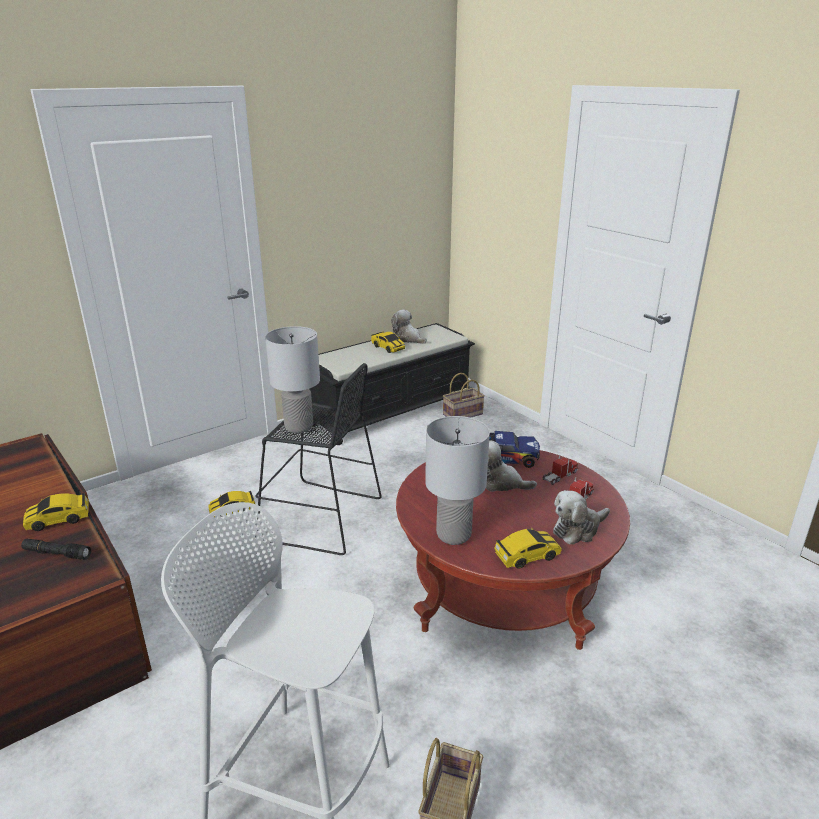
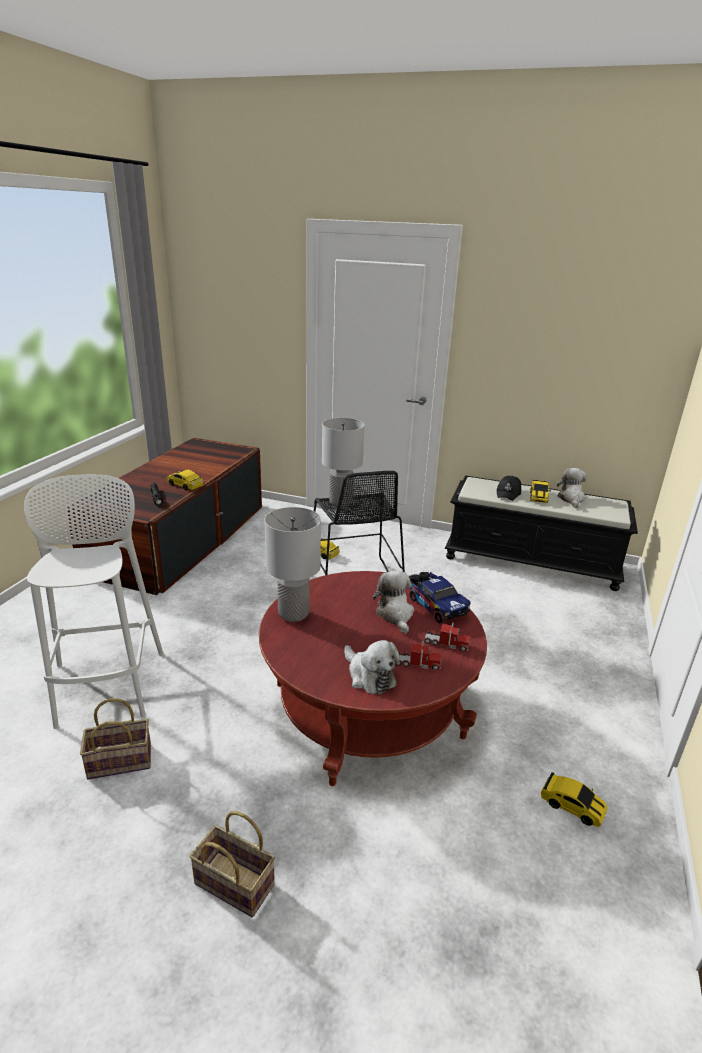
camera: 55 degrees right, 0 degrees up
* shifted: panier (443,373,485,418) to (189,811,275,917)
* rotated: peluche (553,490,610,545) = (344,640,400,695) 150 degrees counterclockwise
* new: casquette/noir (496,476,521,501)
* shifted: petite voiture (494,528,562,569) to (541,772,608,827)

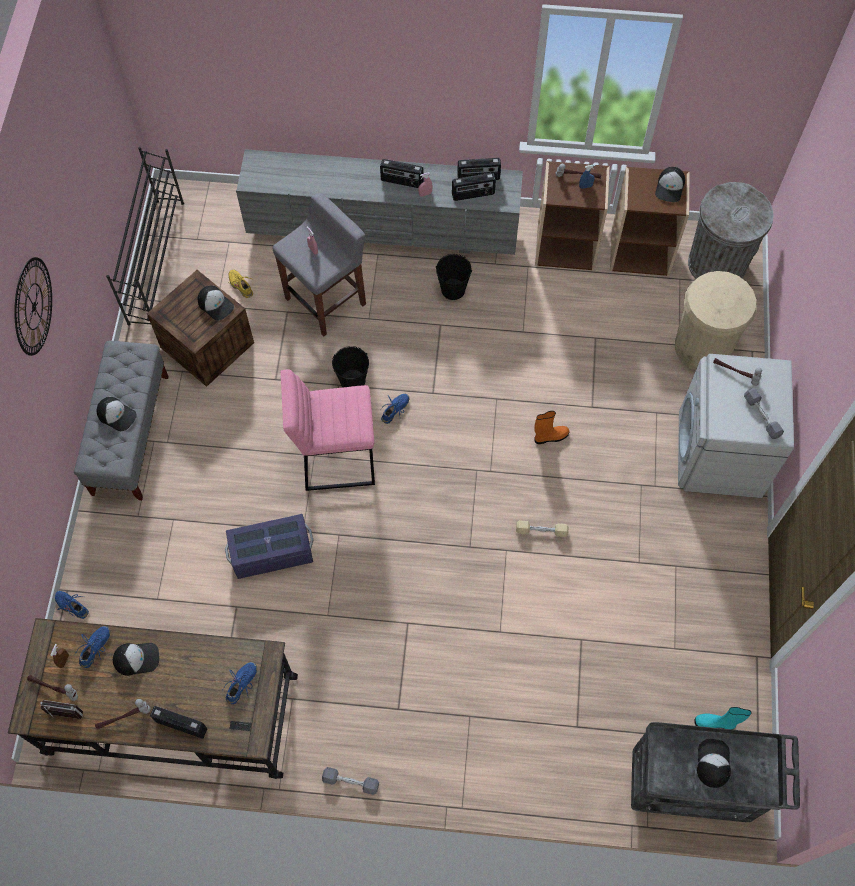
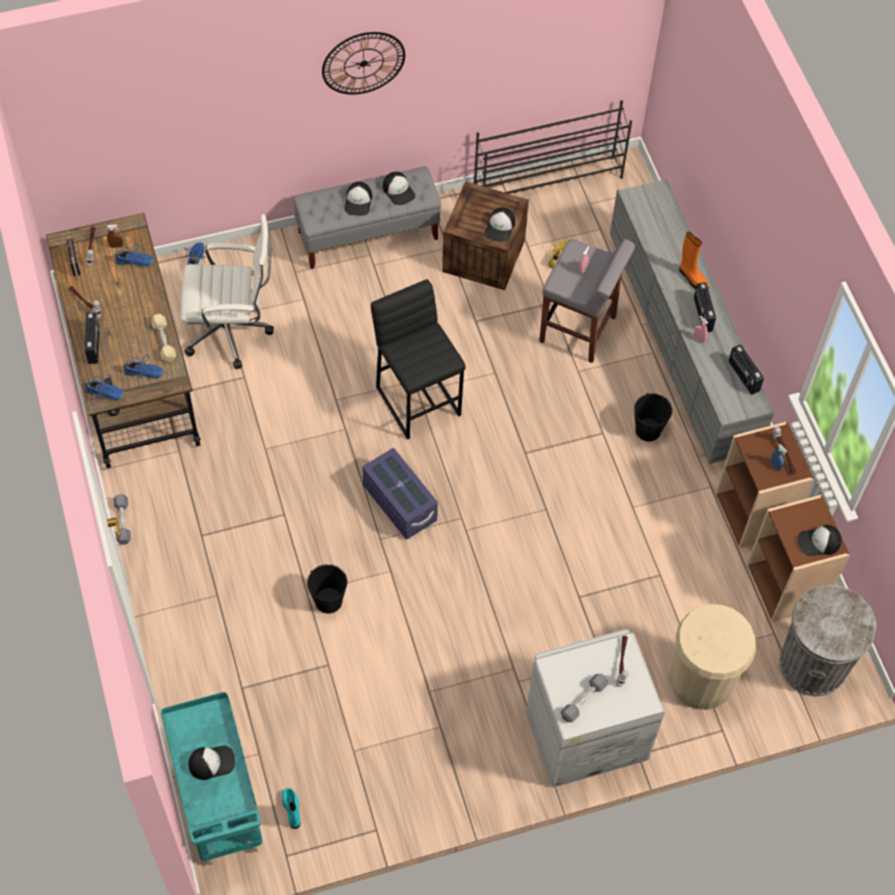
camera: 65 degrees right, 5 degrees down
* shifted: chaussure/bleu (380,394,410,424) to (85,375,125,401)
* shifted: haltère/beige (516,521,569,537) to (151,314,176,362)
* repainted: chariot/noir (631,722,800,822) to chariot/turquoise (161,692,263,865)
* new: chaise de bureau/blanc (181,214,274,369)
* shifted: seau/noir (332,346,369,388) to (307,564,348,613)
* shifted: boîte de rangement/violet (225,514,314,579) to (362,448,438,540)
* repainted: tabouret/rose (281,369,375,491) to tabouret/noir (371,279,466,439)
* shifted: casquette (113,643,159,676) to (383,172,415,205)
* shifted: botte/orange (534,411,570,444) to (679,232,709,289)
* gone: radio (452,173,496,201)

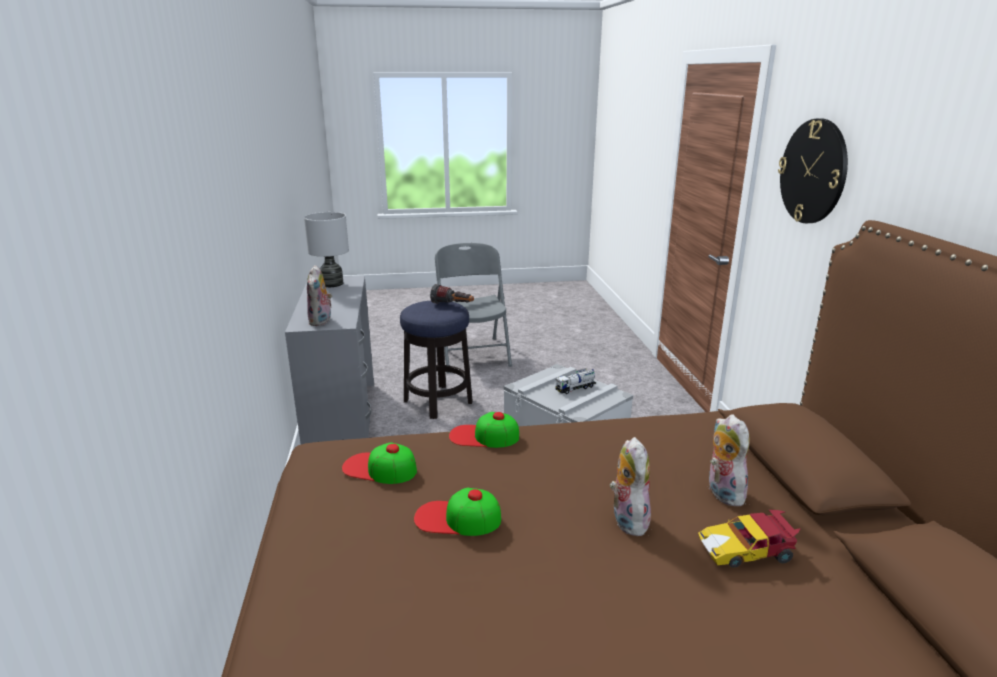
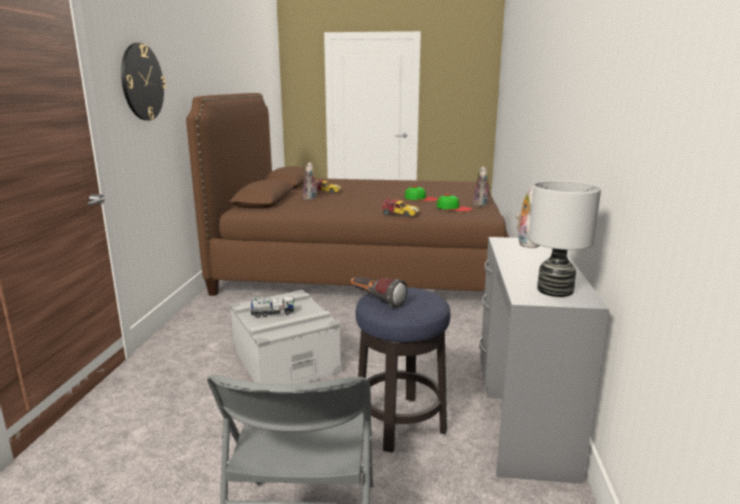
camera: 165 degrees left, 5 degrees down
* swapped: casquette (449,412,519,448) to petite voiture (382,199,420,217)
* shifted: peluche (610,437,651,536) to (473,166,492,207)

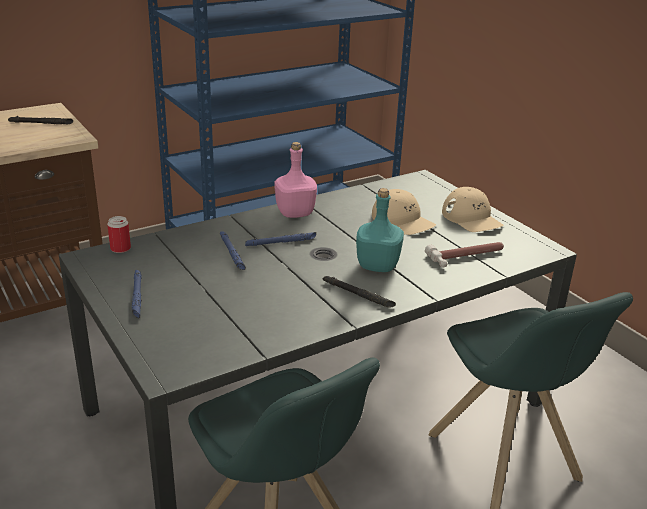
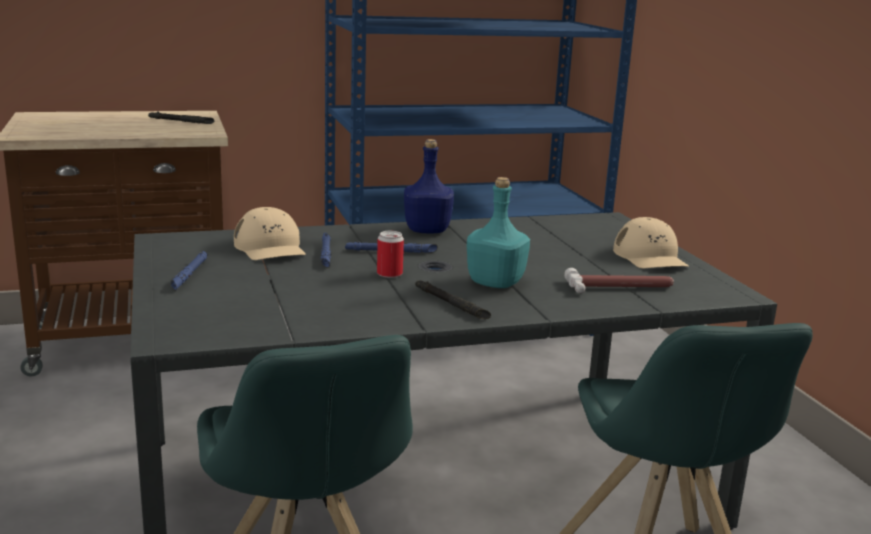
camera: 15 degrees right, 10 degrees down
* shifted: casquette/beige (372,189,436,235) to (234,207,306,260)
* shifted: boîte métallique (107,216,131,253) to (377,231,404,278)
* repainted: bouteille/rose (274,142,317,218) to bouteille/bleu (404,139,454,233)

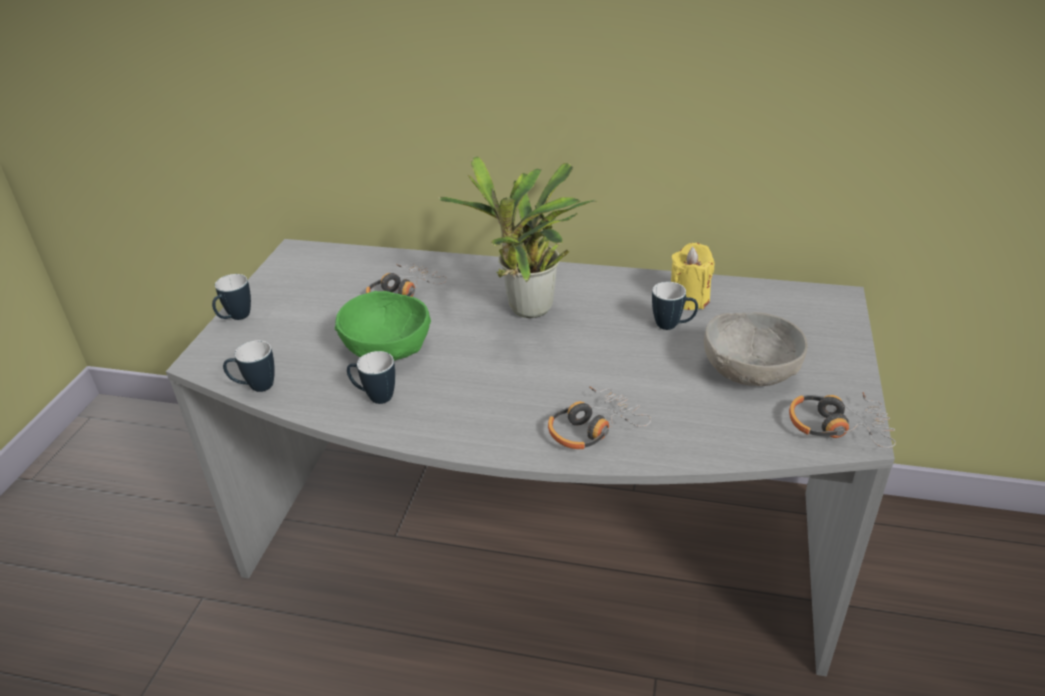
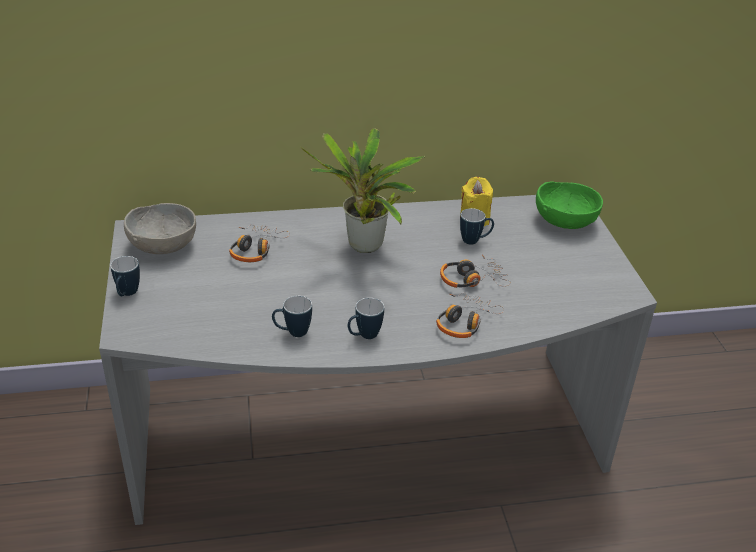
camera: 25 degrees left, 0 degrees up
* shifted: bol/gris (704,312,807,386) to (124,203,196,254)
* shifted: mug (223,340,275,392) to (348,298,384,339)
* shifted: casque audio (789,392,896,448) to (440,254,510,288)
* shifted: bol/vert (335,291,431,361) to (536,182,603,229)

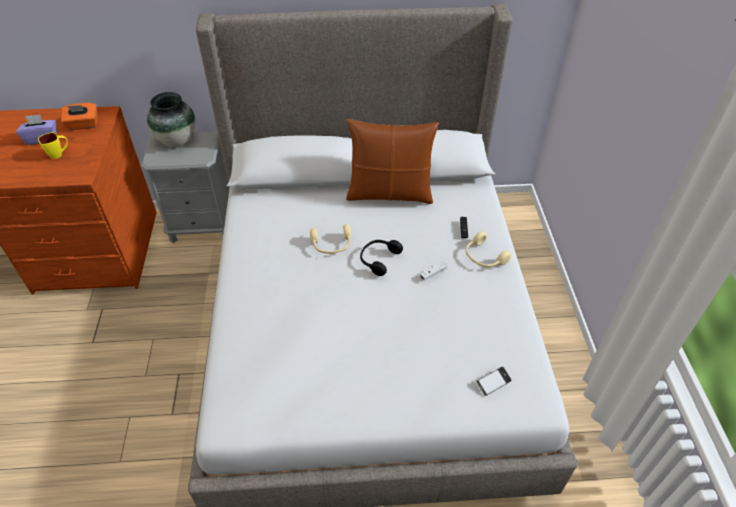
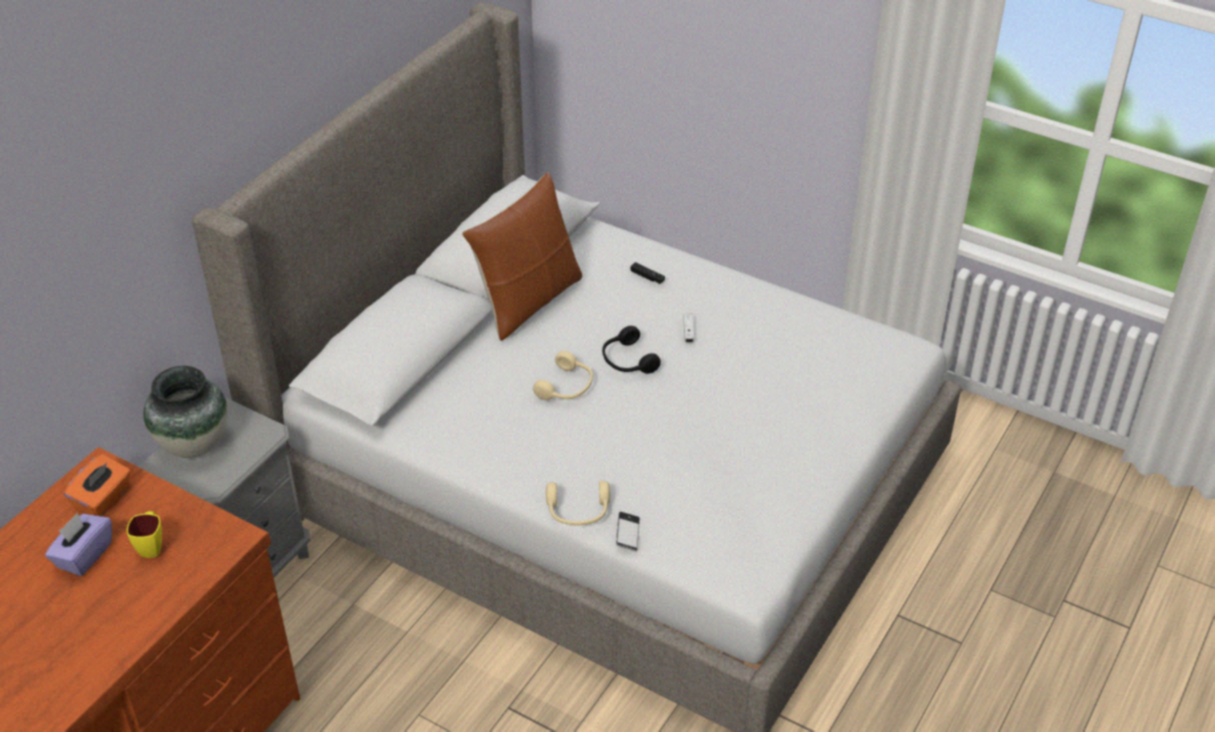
camera: 55 degrees left, 5 degrees down
* shifted: casque audio/beige (466,232,511,267) to (546,481,610,526)
* shifted: téléphone (477,367,512,396) to (616,512,640,551)

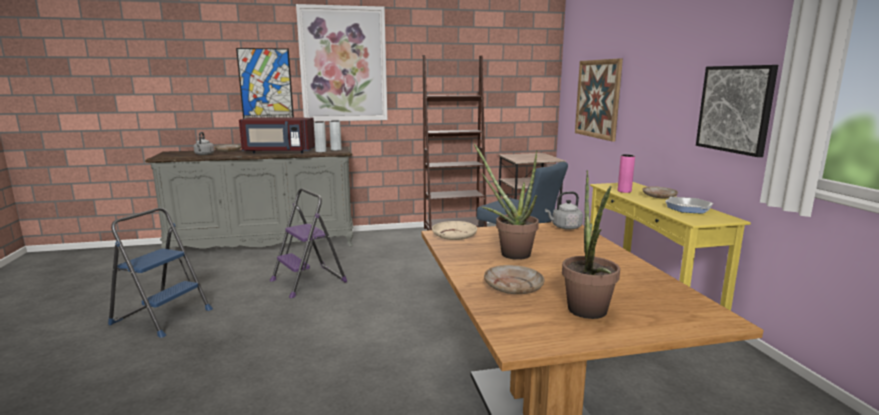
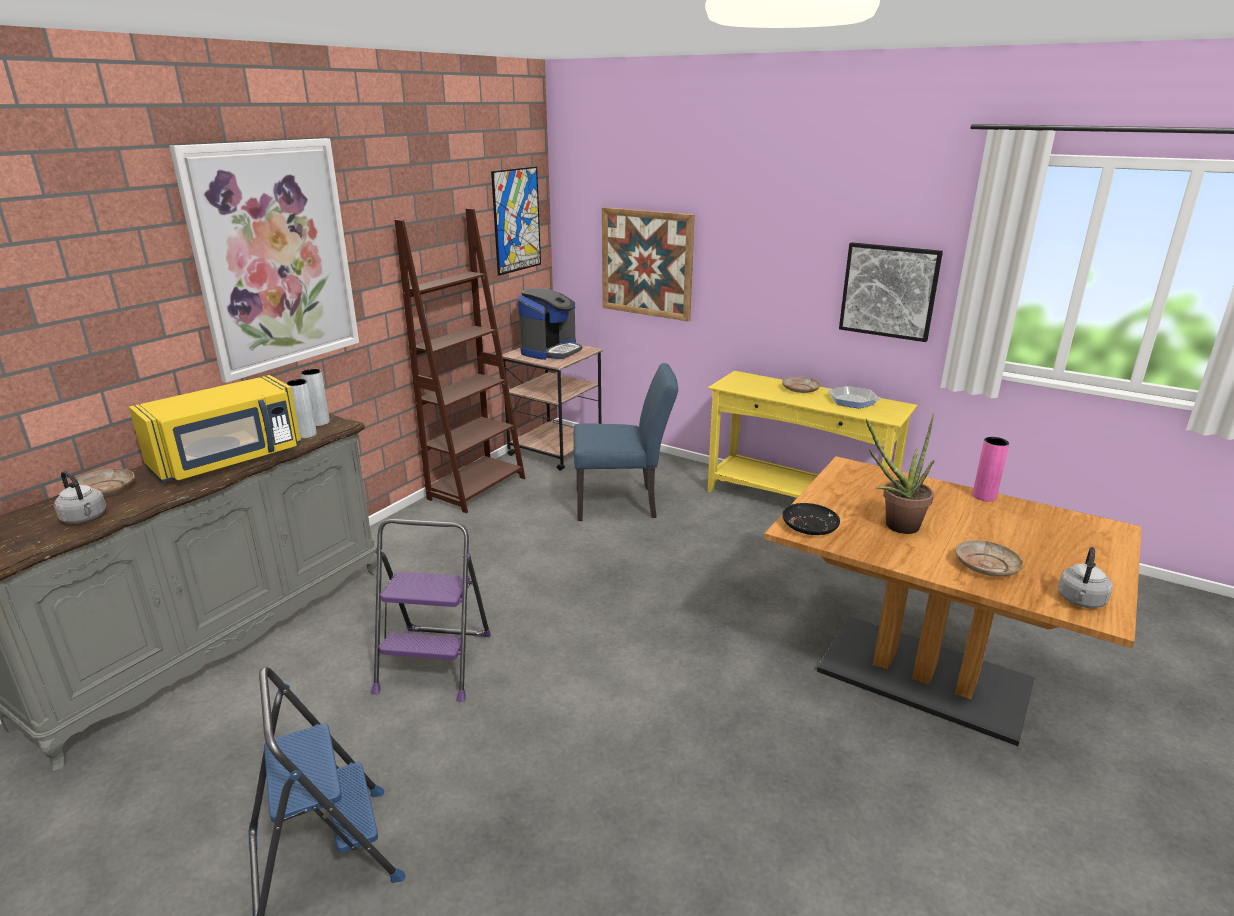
camera: 45 degrees left, 10 degrees up
* repainted: micro-ondes/rouge (239,117,315,153) to micro-ondes/jaune (129,375,301,482)
* shifted: tableau (236,48,294,119) to (491,167,541,276)
* new: machine à café (518,288,582,360)
* repainted: assiette/beige (432,221,477,240) to assiette/noir (783,503,840,535)
* shifted: vase/rose (617,154,635,193) to (973,437,1009,501)
* shifted: bouilloire/gris (545,191,583,230) to (1058,547,1113,608)
* gone: plante en pot (562,170,620,319)

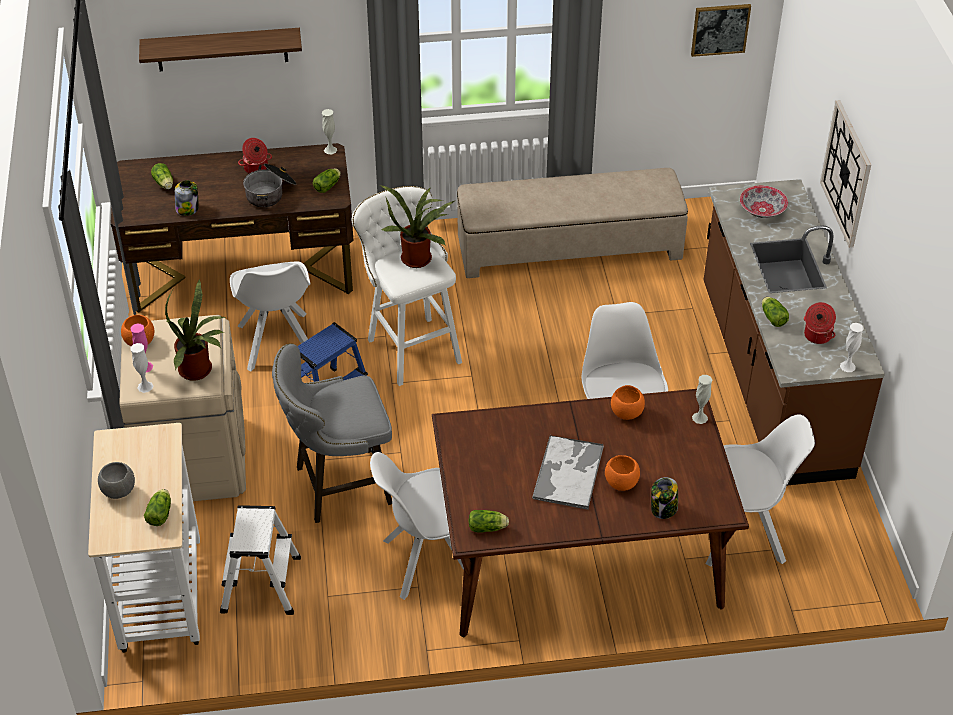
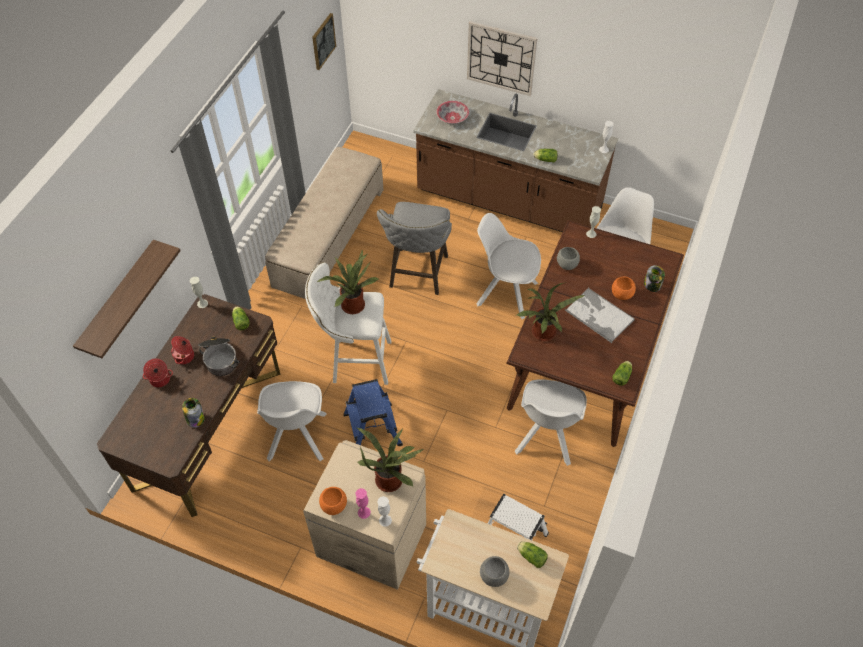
camera: 60 degrees left, 10 degrees up
* shifted: marmite (804,302,836,344) to (143,358,173,387)
* rotated: chaise/blanc (230,262,310,371) = (257,381,327,461) 75 degrees clockwise
* shifted: tabouret/gris (272,343,392,523) to (377,202,452,295)
* new: plante en pot (517,282,585,341)
* repainted: bol/orange (611,385,645,420) to bol/gris (557,247,580,270)
* gone: laitue (151,163,173,189)

